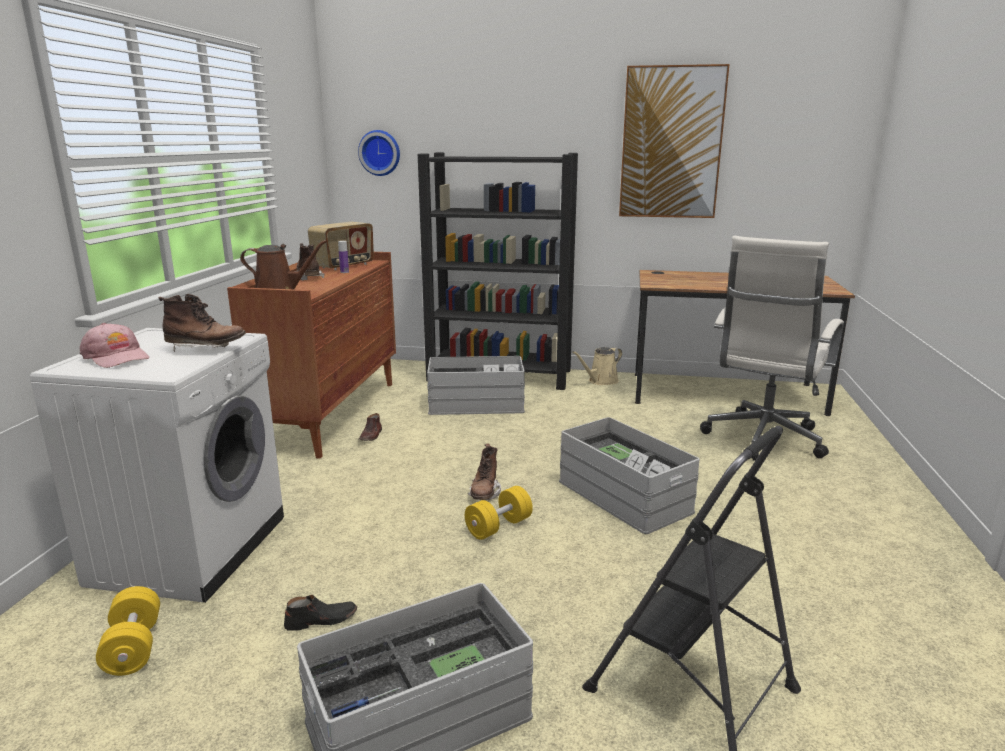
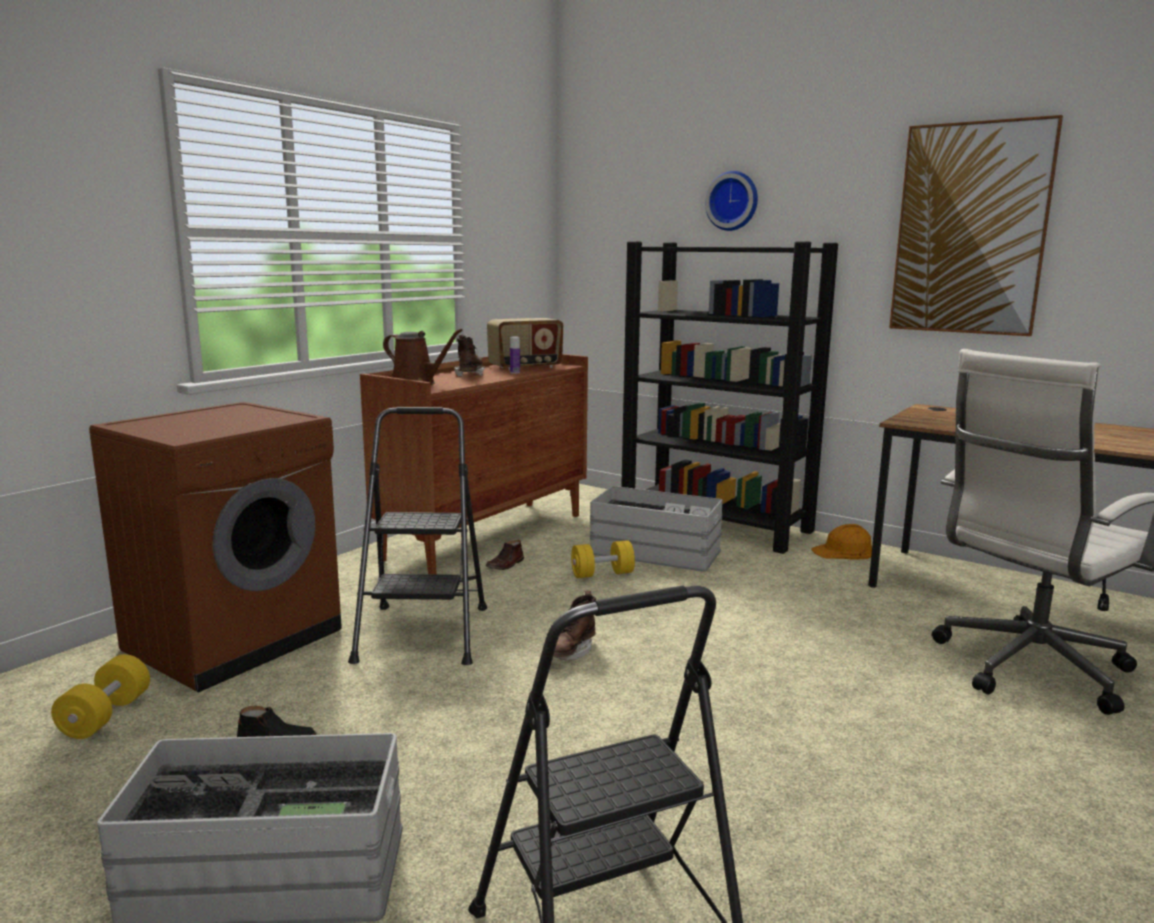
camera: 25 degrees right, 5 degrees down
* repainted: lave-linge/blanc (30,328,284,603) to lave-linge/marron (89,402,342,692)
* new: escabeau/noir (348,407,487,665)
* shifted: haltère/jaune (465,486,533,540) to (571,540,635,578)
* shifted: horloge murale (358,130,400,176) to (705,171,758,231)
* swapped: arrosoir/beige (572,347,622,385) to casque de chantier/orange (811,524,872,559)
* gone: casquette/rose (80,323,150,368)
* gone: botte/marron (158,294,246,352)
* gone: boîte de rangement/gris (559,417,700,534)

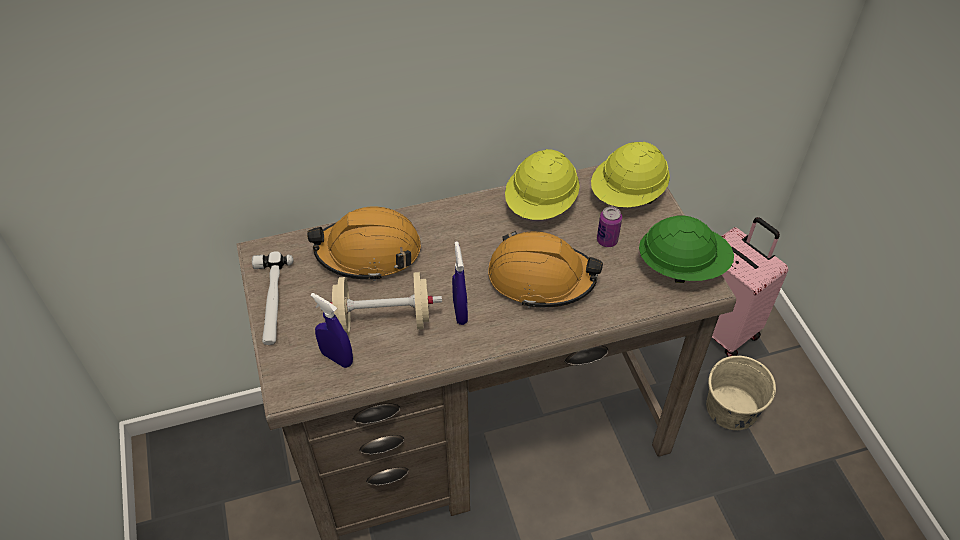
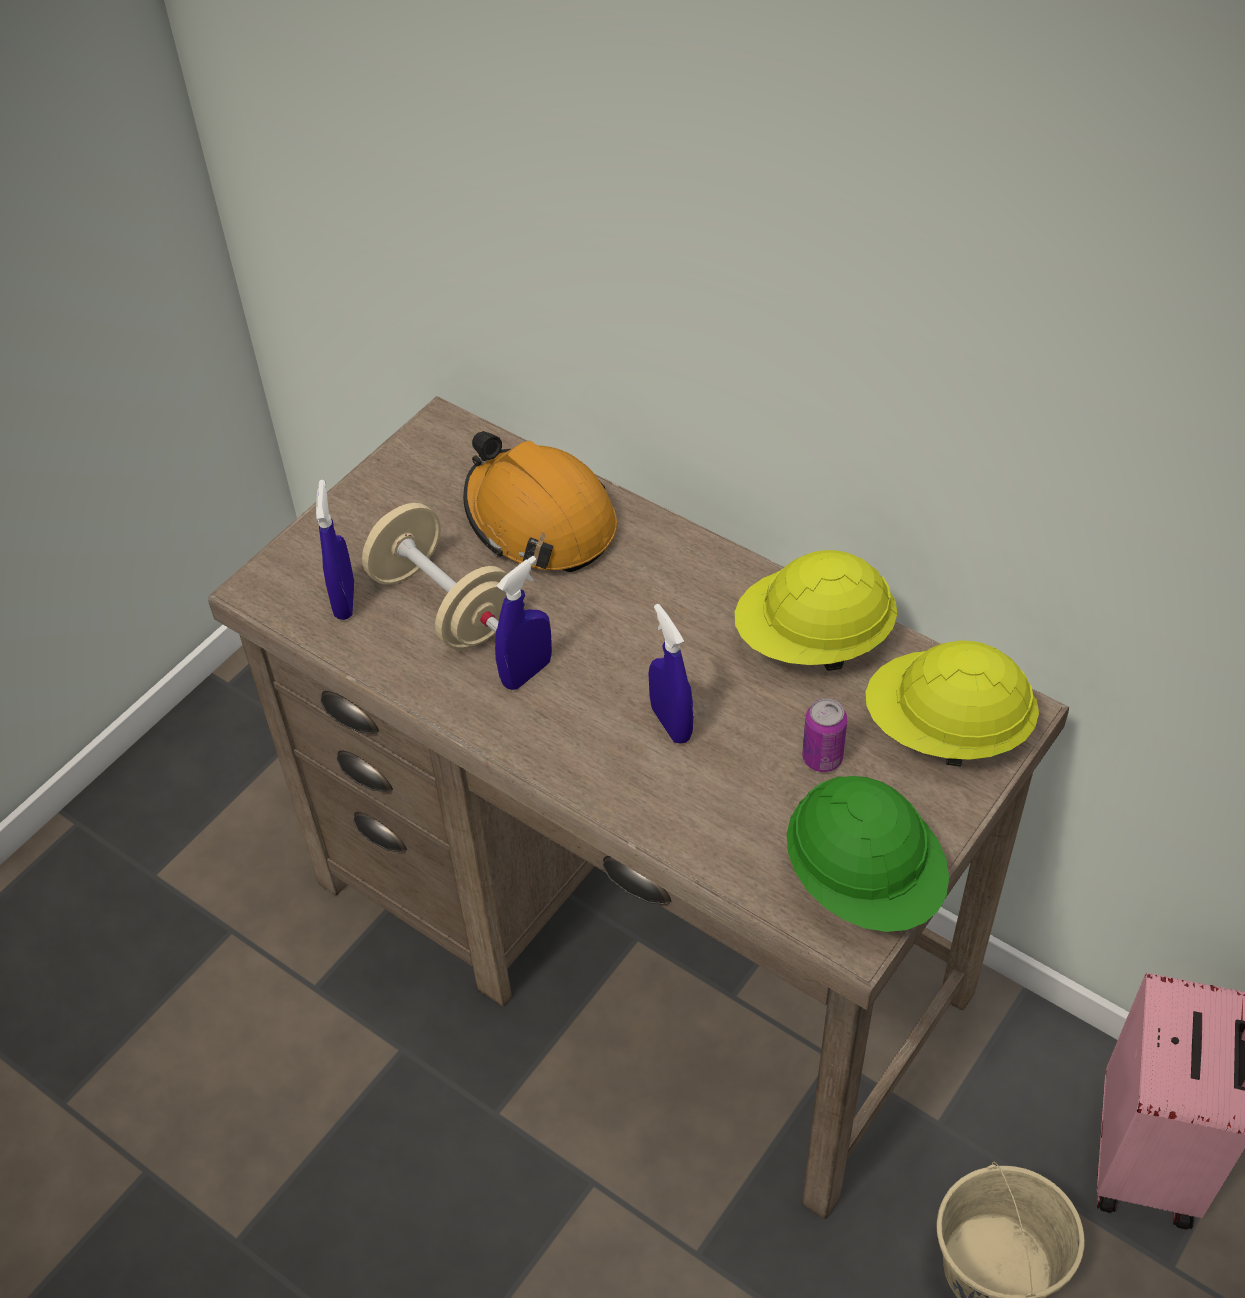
camera: 55 degrees right, 0 degrees up
* swapped: casque de chantier/orange (488,231,603,308) to vaporisateur/bleu (648,604,693,744)
* gone: marteau (252,252,293,345)

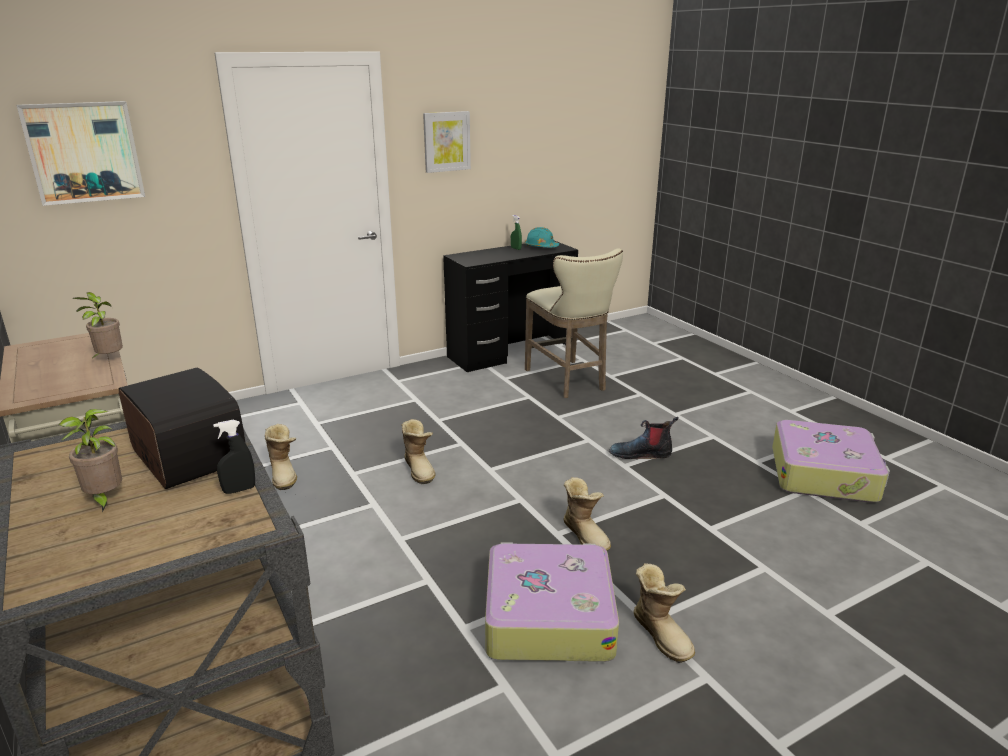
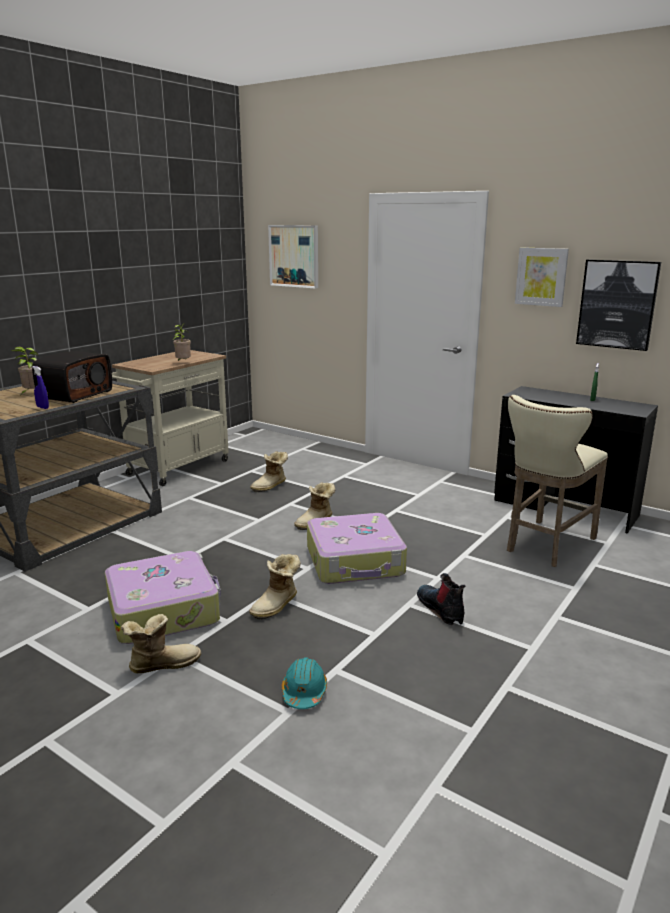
camera: 65 degrees right, 5 degrees down
* repainted: vaporisateur/noir (213,420,255,494) to vaporisateur/bleu (32,366,49,409)
* rotated: botte (634,563,695,663) = (121,614,201,673) 150 degrees counterclockwise
* shifted: casque de chantier/turquoise (525,227,559,247) to (282,657,327,709)
* shifted: valise (772,420,890,502) to (307,513,407,584)
* new: tableau (576,259,661,351)

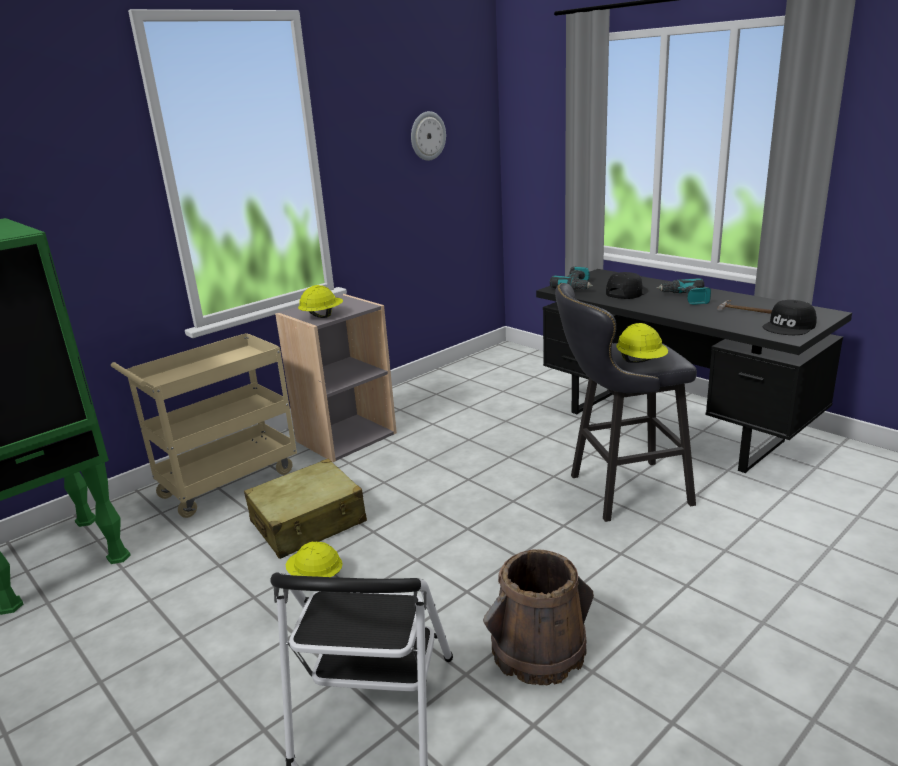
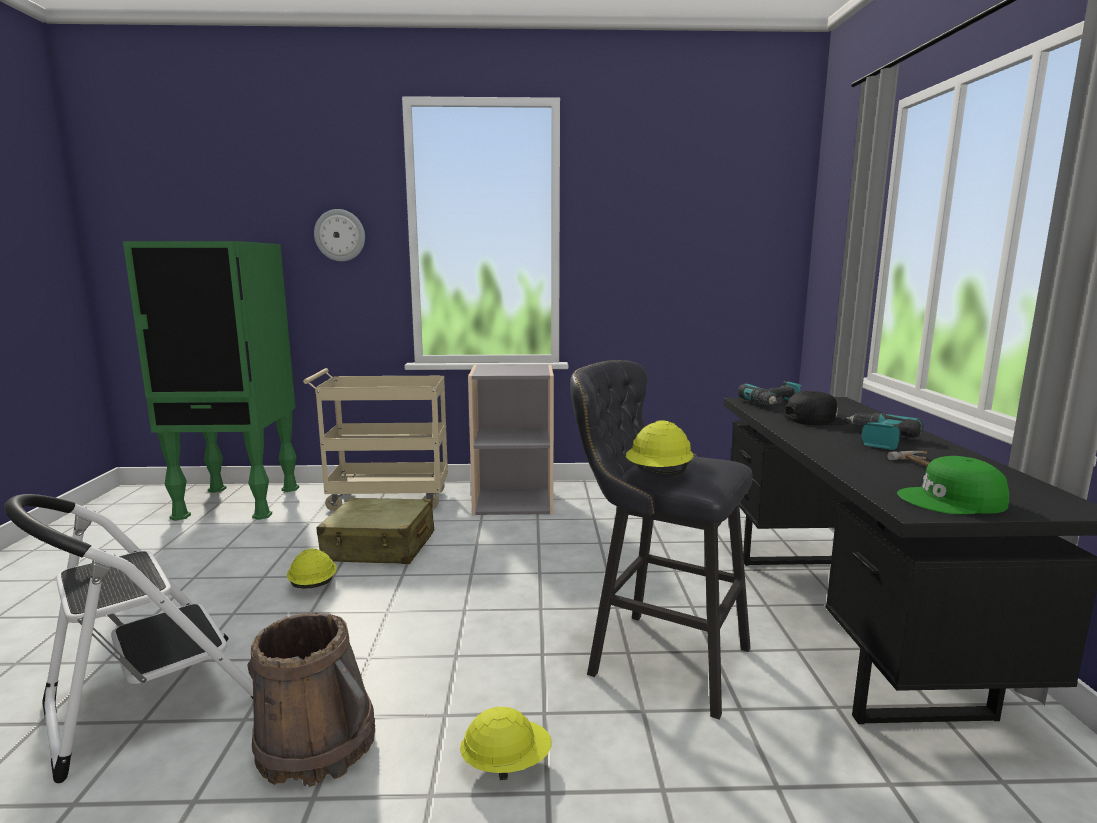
camera: 40 degrees right, 10 degrees down
* shifted: horloge murale (411,111,446,161) to (314,209,365,261)
* shifted: casque de chantier/jaune (298,285,343,318) to (460,707,552,780)
* repainted: casquette/noir (763,300,817,335) to casquette/vert (897,456,1009,514)

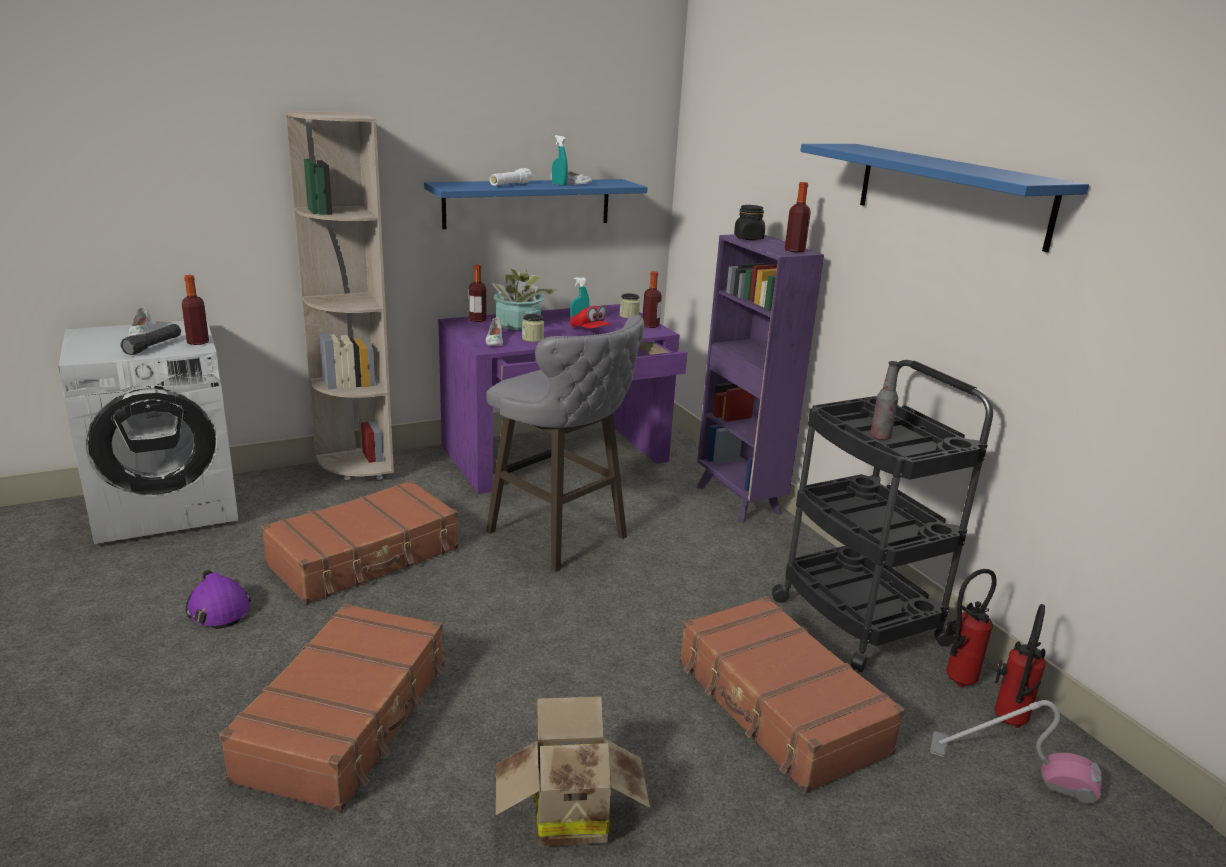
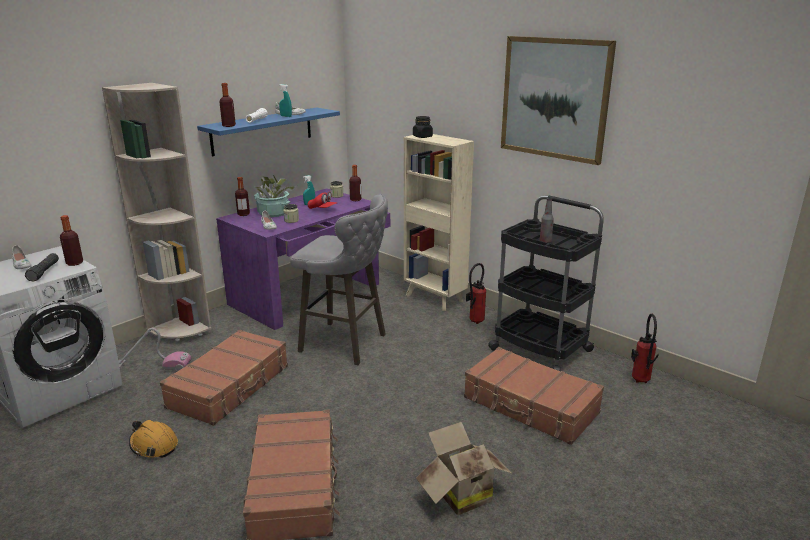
camera: 20 degrees left, 0 degrees up
* shifted: aspirateur (930,700,1102,803) to (118,328,191,371)
* repainted: casque de chantier/violet (186,570,251,629) to casque de chantier/orange (129,420,178,458)
* shifted: bouteille (785,182,811,253) to (219,83,236,127)
* repainted: bibliothèque/violet (697,234,824,523) to bibliothèque/beige (404,134,474,311)
* shifted: extincteur (945,569,997,687) to (466,263,486,324)
* swapped: étagère/bleu (800,144,1089,252) to tableau (501,36,616,165)

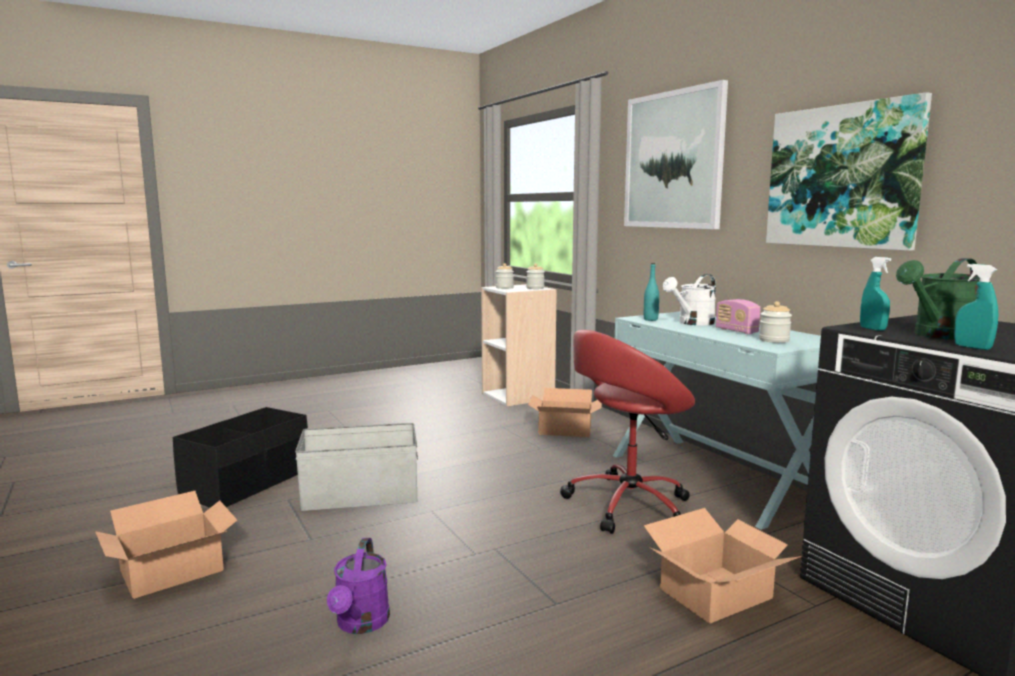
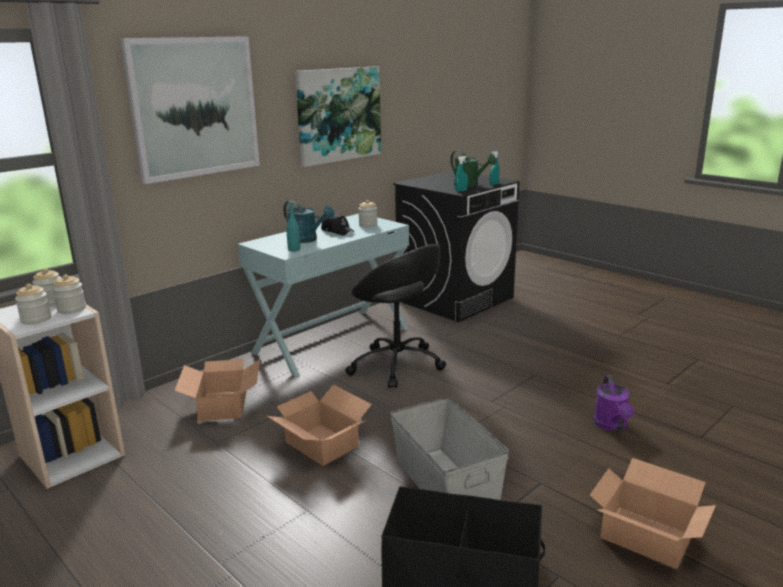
camera: 105 degrees left, 10 degrees up
* new: bocal (52,274,86,314)
* shifted: carton (644,508,802,624) to (267,385,372,466)
* repainted: arrosoir/blanc (663,274,716,325) to arrosoir/turquoise (283,200,334,243)
* swapped: radio (716,299,761,334) to casquette/noir (321,213,355,236)
* repainted: chaise de bureau/rouge (560,330,695,534) to chaise de bureau/noir (345,244,446,388)
* rotated: arrosoir/violet (327,538,390,634) = (593,375,634,432) 105 degrees clockwise

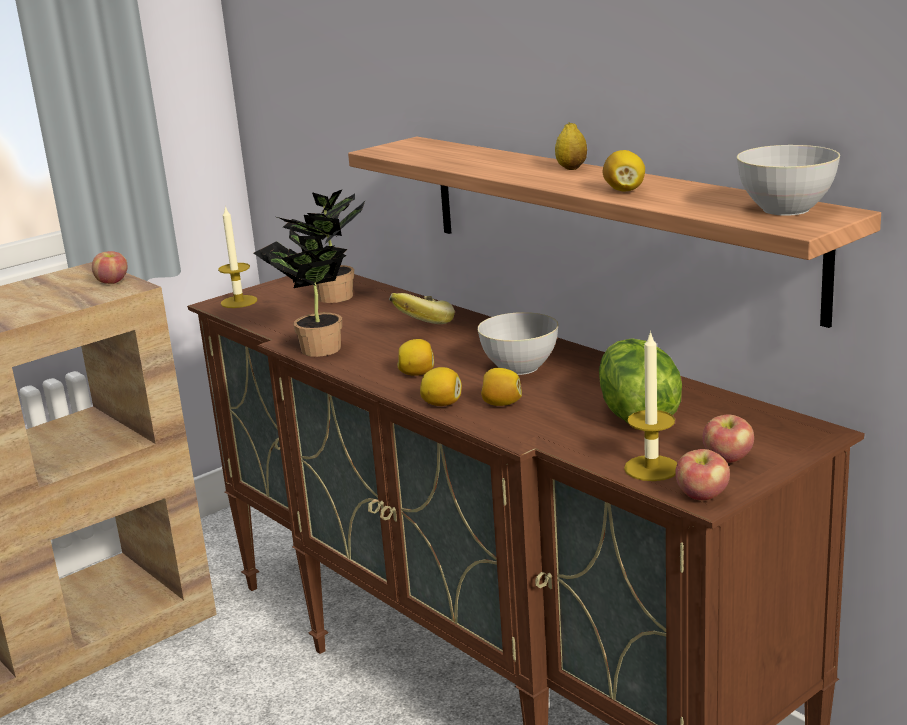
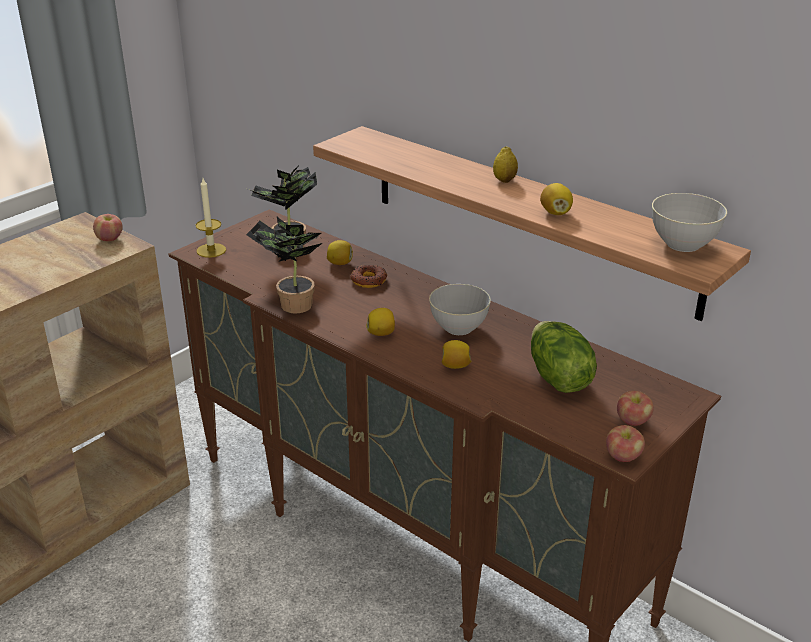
camera: 10 degrees left, 10 degrees up
* shifted: citron (420,367,462,406) to (327,240,353,265)
* swapped: banane (389,293,455,324) to beignet (350,265,387,288)
* gone: bougie (624,330,677,481)

